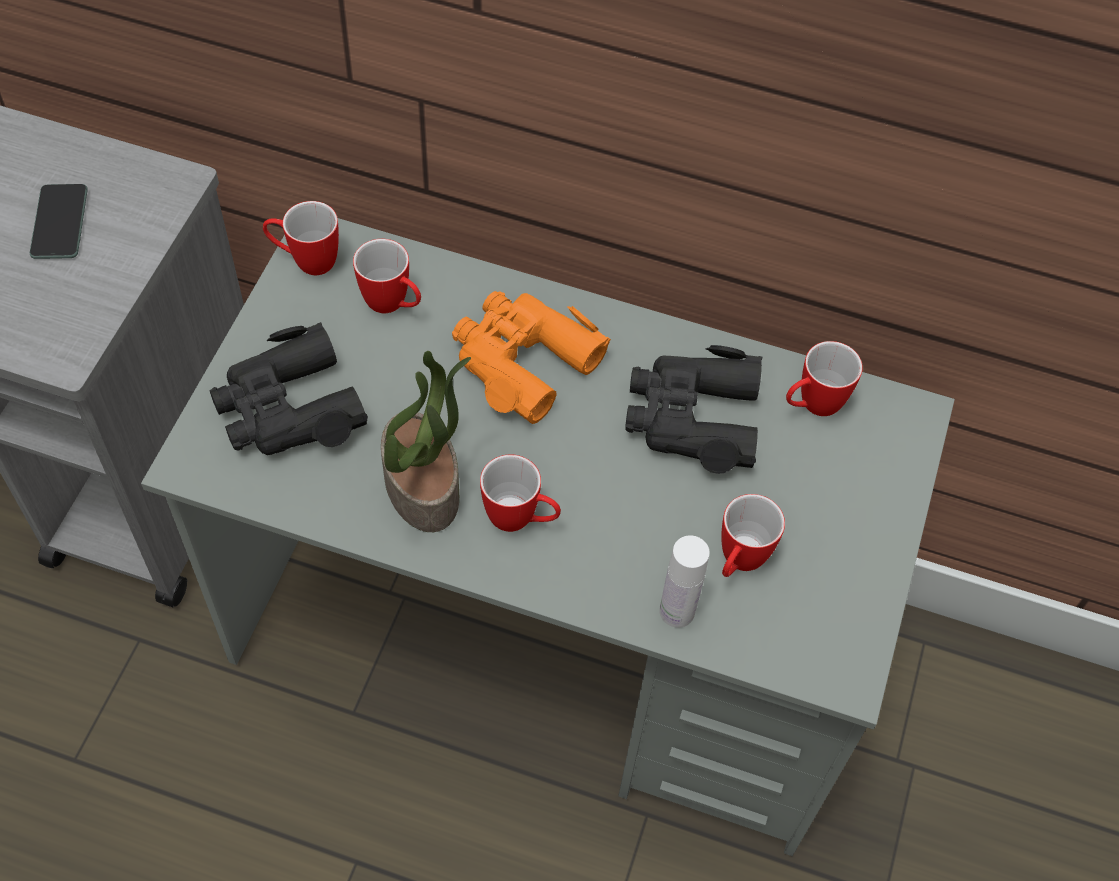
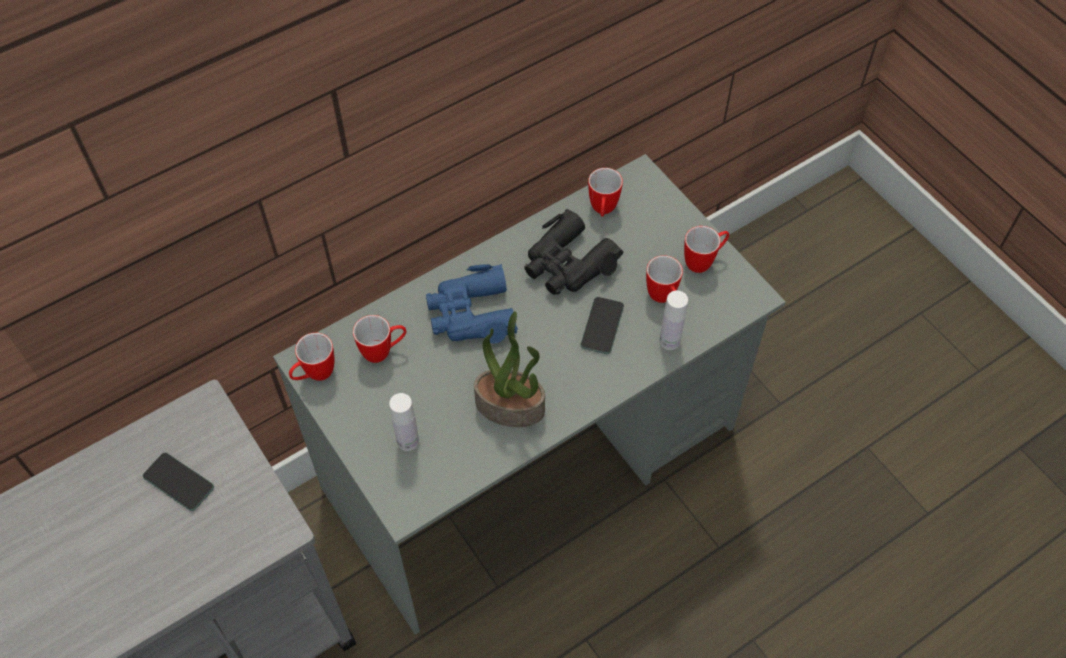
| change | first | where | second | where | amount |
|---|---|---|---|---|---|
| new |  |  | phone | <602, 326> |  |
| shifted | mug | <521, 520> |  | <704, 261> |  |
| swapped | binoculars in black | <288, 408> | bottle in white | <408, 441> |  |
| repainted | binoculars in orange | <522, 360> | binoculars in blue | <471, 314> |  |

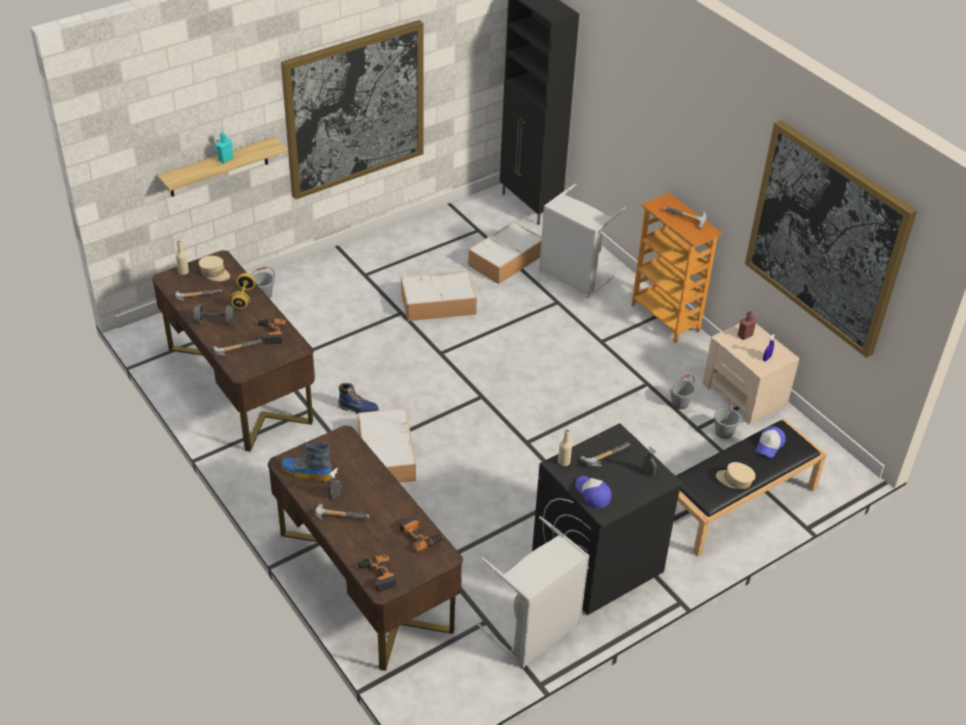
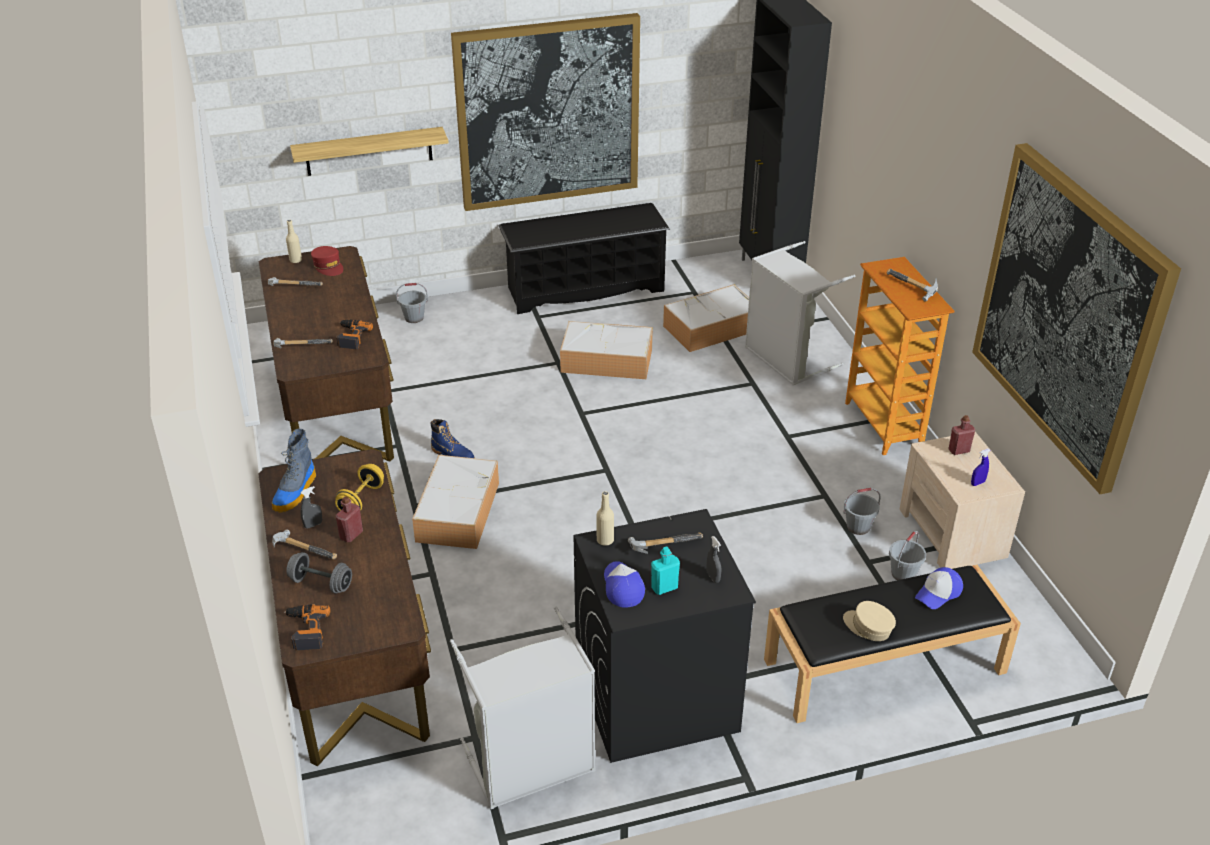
| change | first | where | second | where | amount |
|---|---|---|---|---|---|
| gone | power drill | <420, 536> |  |  |  |
| new |  |  | bottle in red | <351, 535> |  |
| new |  |  | shoe rack in black | <585, 289> |  |
| shifted | dumbbell in grey | <215, 321> |  | <321, 583> |  |
| shifted | bottle in turquoise | <225, 159> |  | <664, 587> |  |
| shifted | dumbbell in yellow | <243, 298> |  | <361, 499> |  |
| repainted | cap in beige | <214, 273> | cap in red | <328, 266> |  |
| rotated | boot | <306, 473> |  | <295, 492> | 105 degrees counterclockwise |

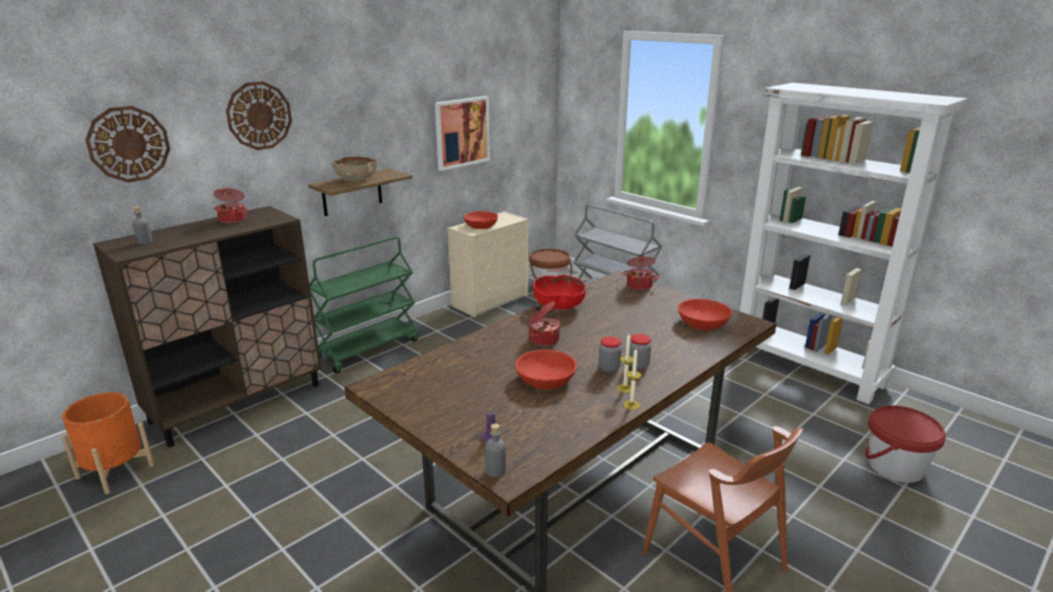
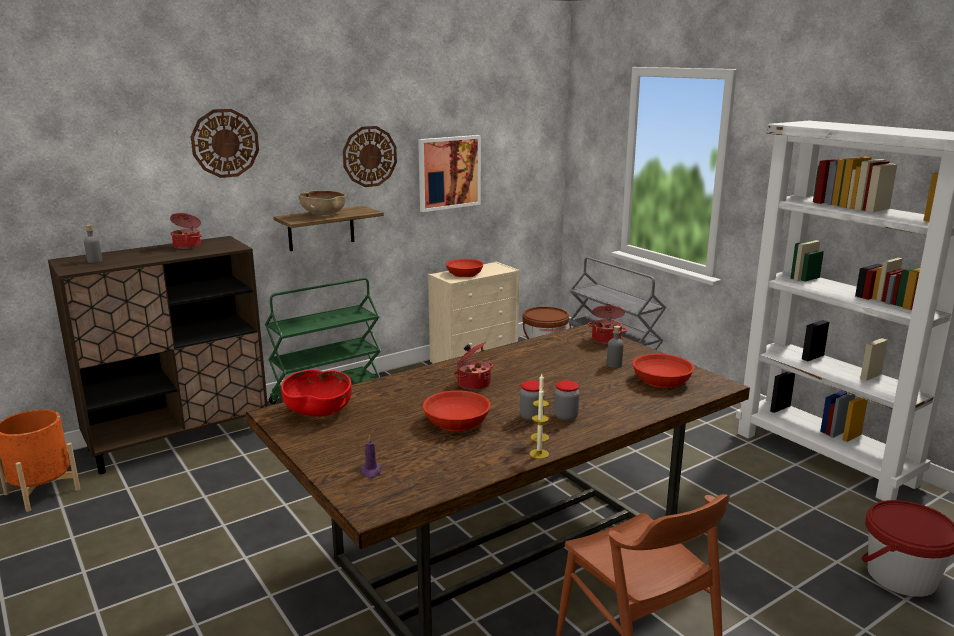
| change | first | where | second | where | amount |
|---|---|---|---|---|---|
| shifted | wall clock | <128, 144> |  | <369, 156> |  |
| shifted | bottle in grey | <496, 471> |  | <614, 364> |  |
| shifted | bowl in red | <559, 306> |  | <318, 411> |  |

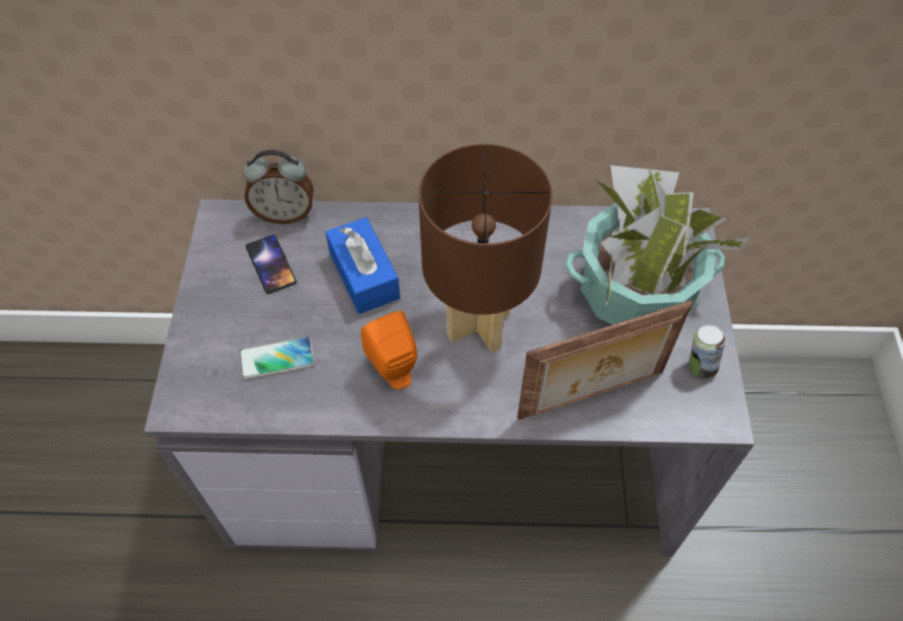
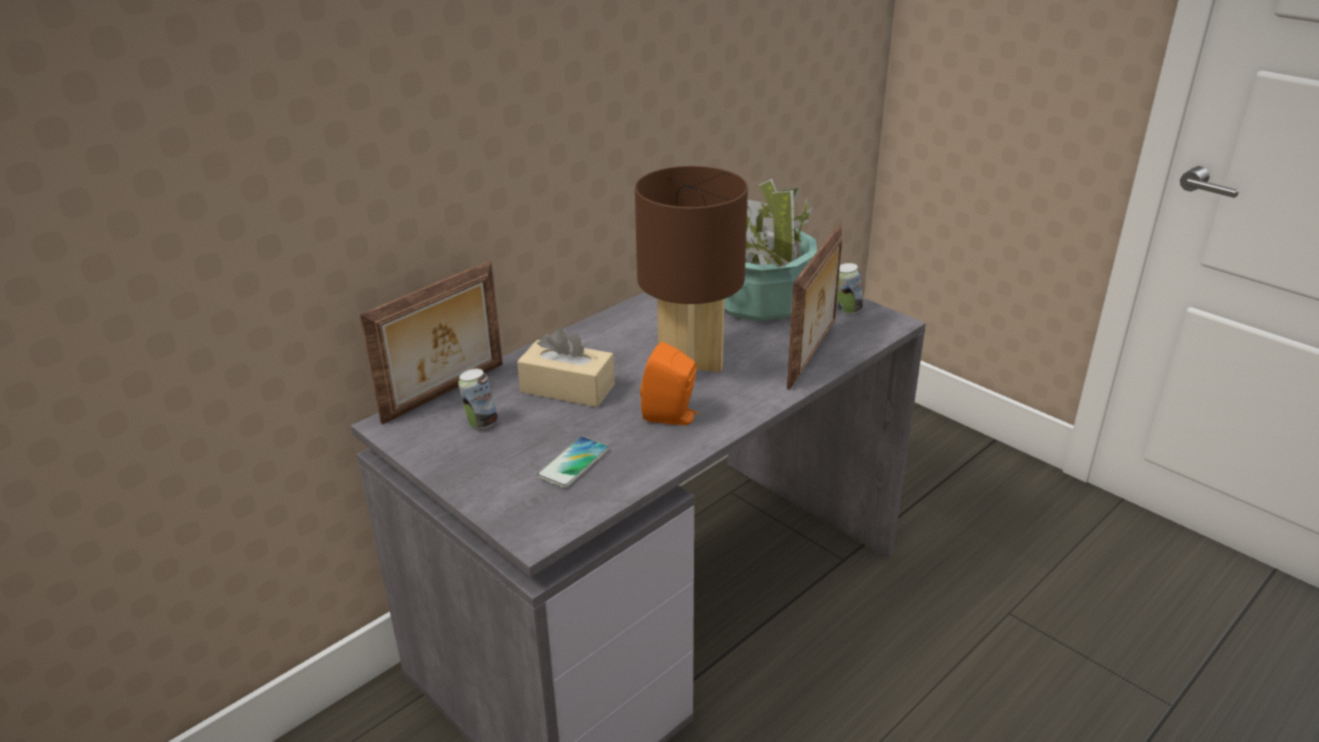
| change | first | where | second | where | amount |
|---|---|---|---|---|---|
| swapped | alarm clock | <285, 214> | picture frame | <446, 393> |  |
| swapped | phone | <271, 264> | can | <481, 423> |  |
| repainted | tissue box in blue | <364, 275> | tissue box in beige | <567, 388> |  |

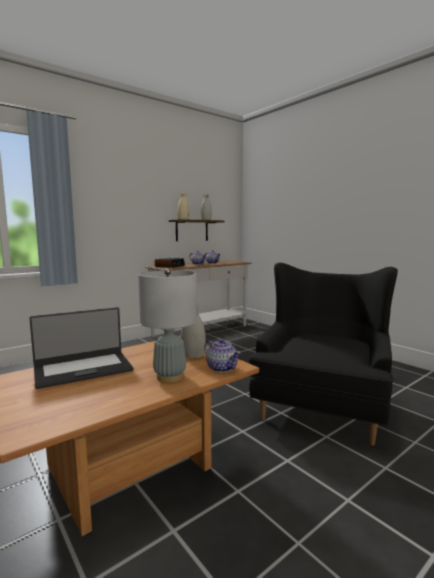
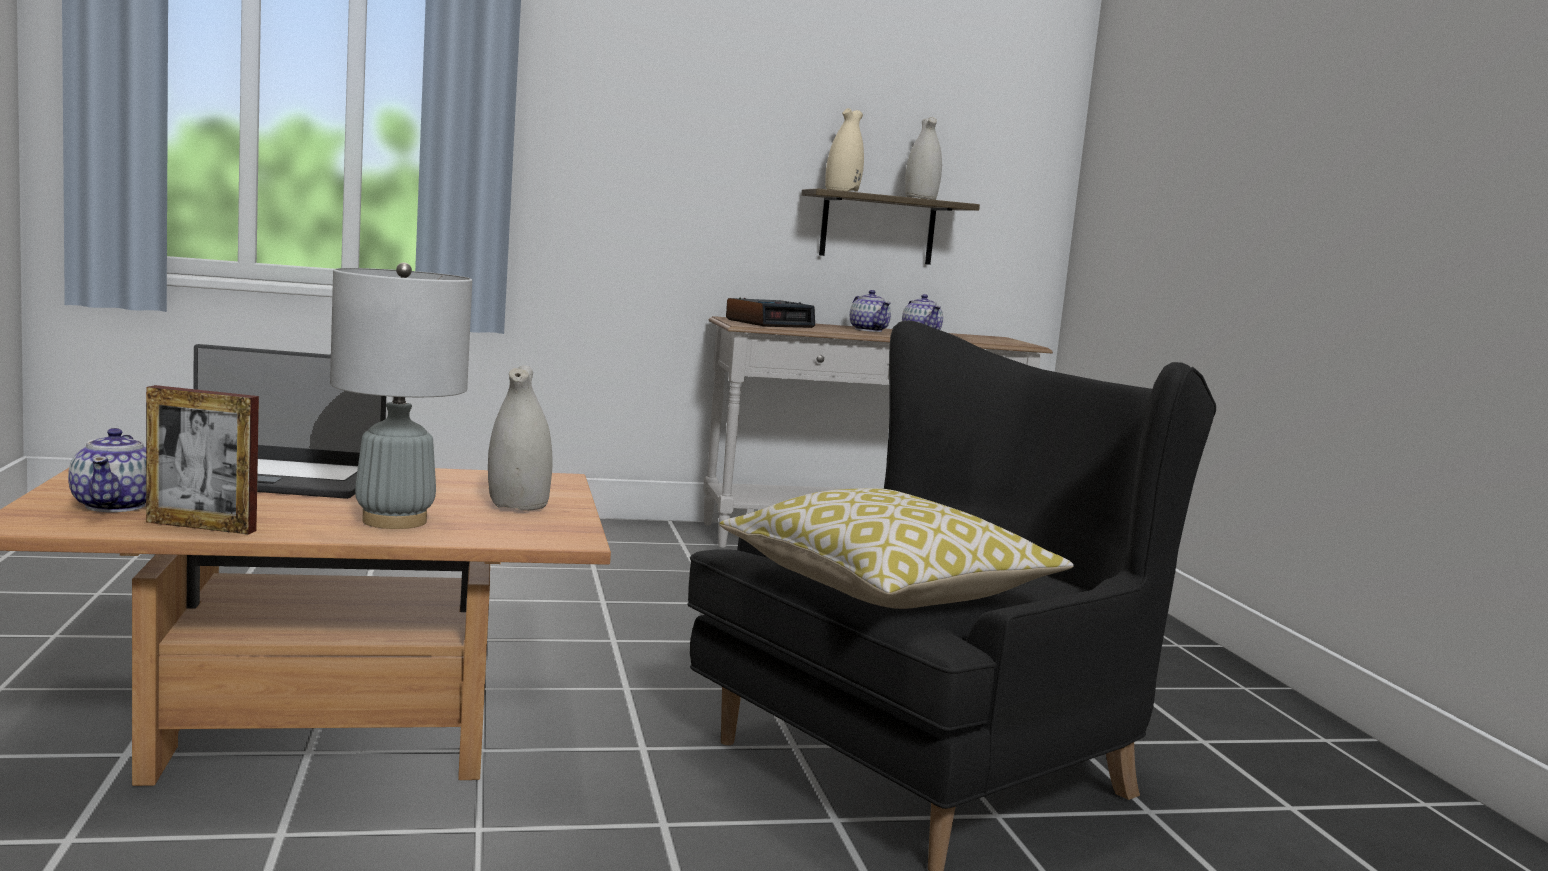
| change | first | where | second | where | amount |
|---|---|---|---|---|---|
| new |  |  | picture frame | <201, 526> |  |
| new |  |  | pillow | <888, 590> |  |
| shifted | teapot | <221, 368> |  | <116, 505> |  |

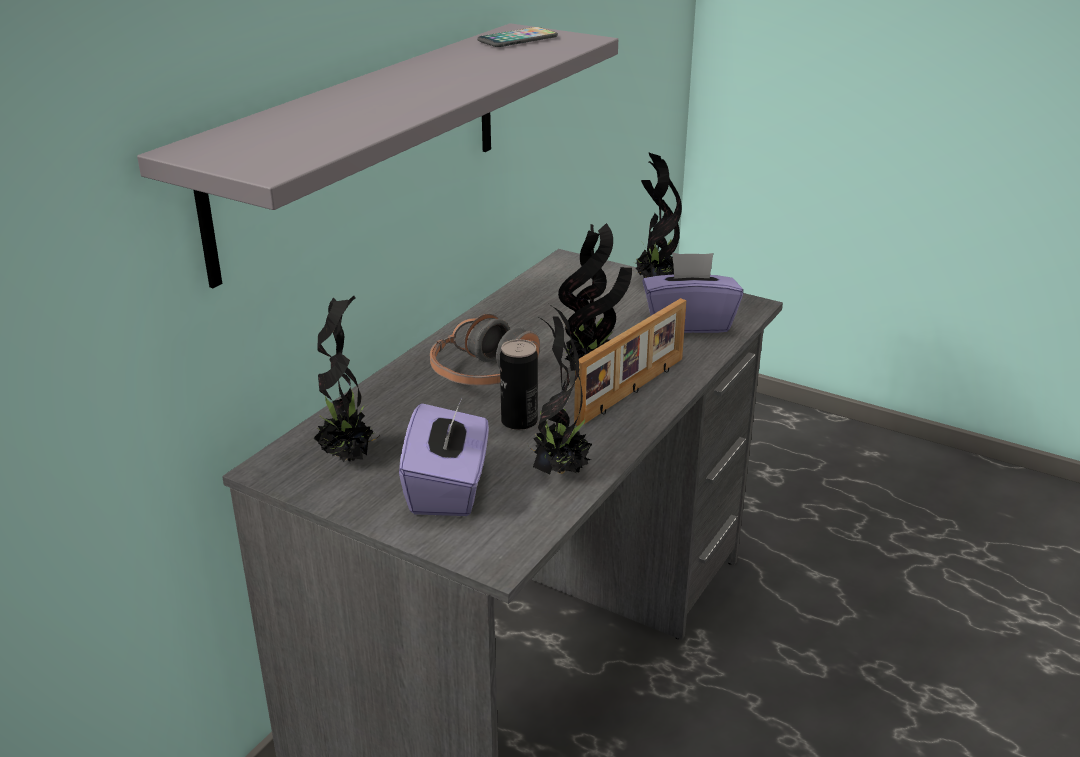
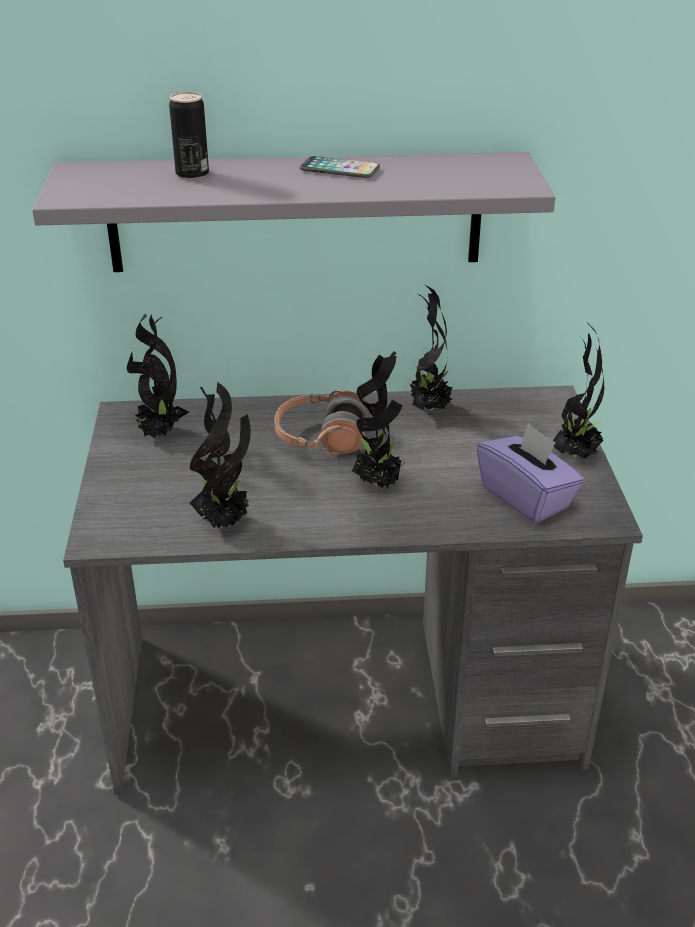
| change | first | where | second | where | amount |
|---|---|---|---|---|---|
| gone | tissue box in purple | <448, 488> |  |  |  |
| gone | picture frame | <633, 391> |  |  |  |
| new |  |  | potted plant | <428, 408> |  |
| shifted | phone | <517, 39> |  | <339, 169> |  |
| shifted | can | <519, 421> |  | <192, 174> |  |

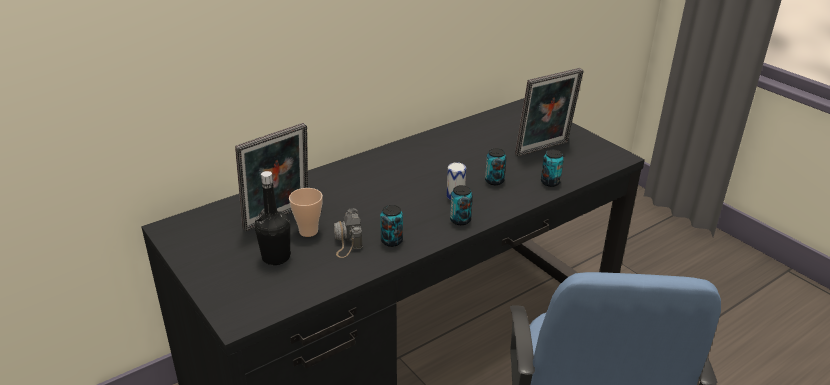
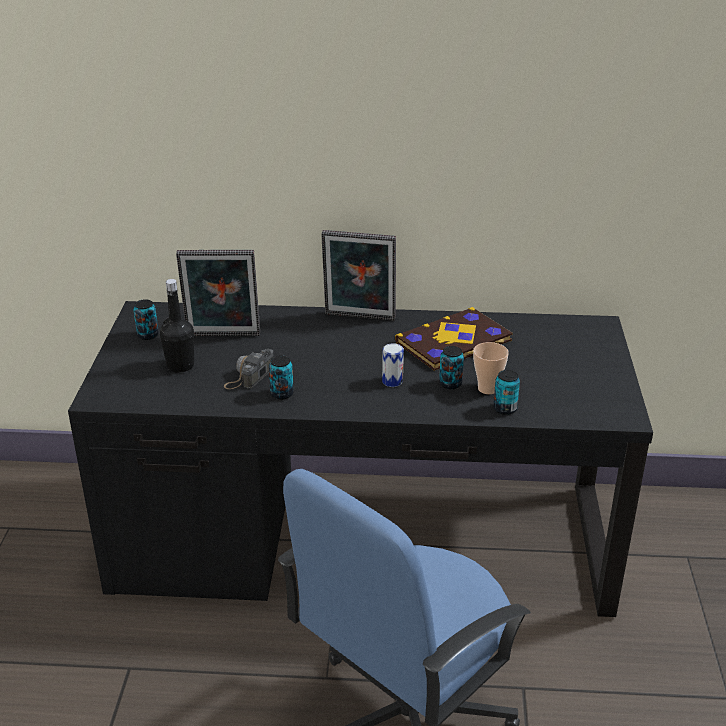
| change | first | where | second | where | amount |
|---|---|---|---|---|---|
| new |  |  | book | <454, 342> |  |
| shifted | cup | <308, 231> |  | <487, 389> |  |
| shifted | can | <460, 220> |  | <148, 335> |  |
| shifted | picture frame | <544, 150> |  | <359, 318> |  |

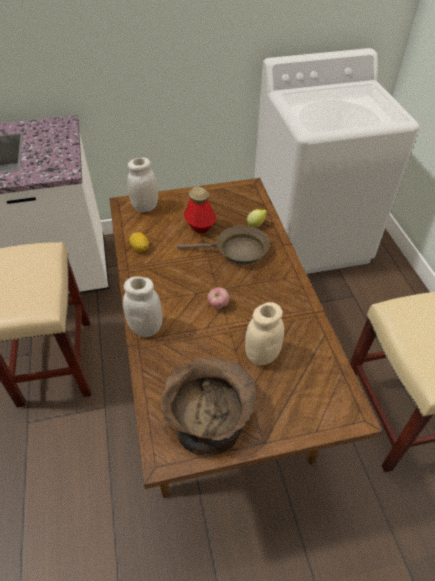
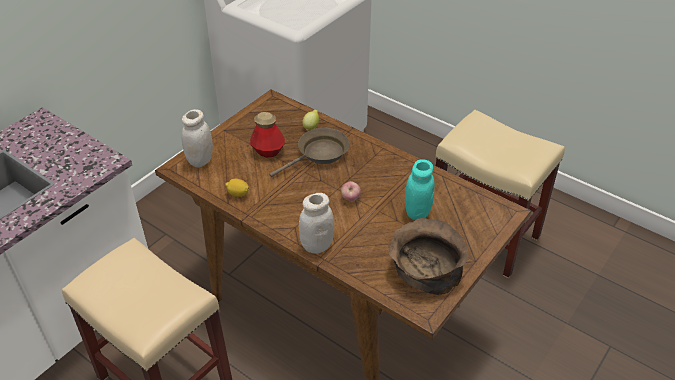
| change | first | where | second | where | amount |
|---|---|---|---|---|---|
| repainted | jar in beige | <262, 355> | jar in turquoise | <417, 212> |  |

